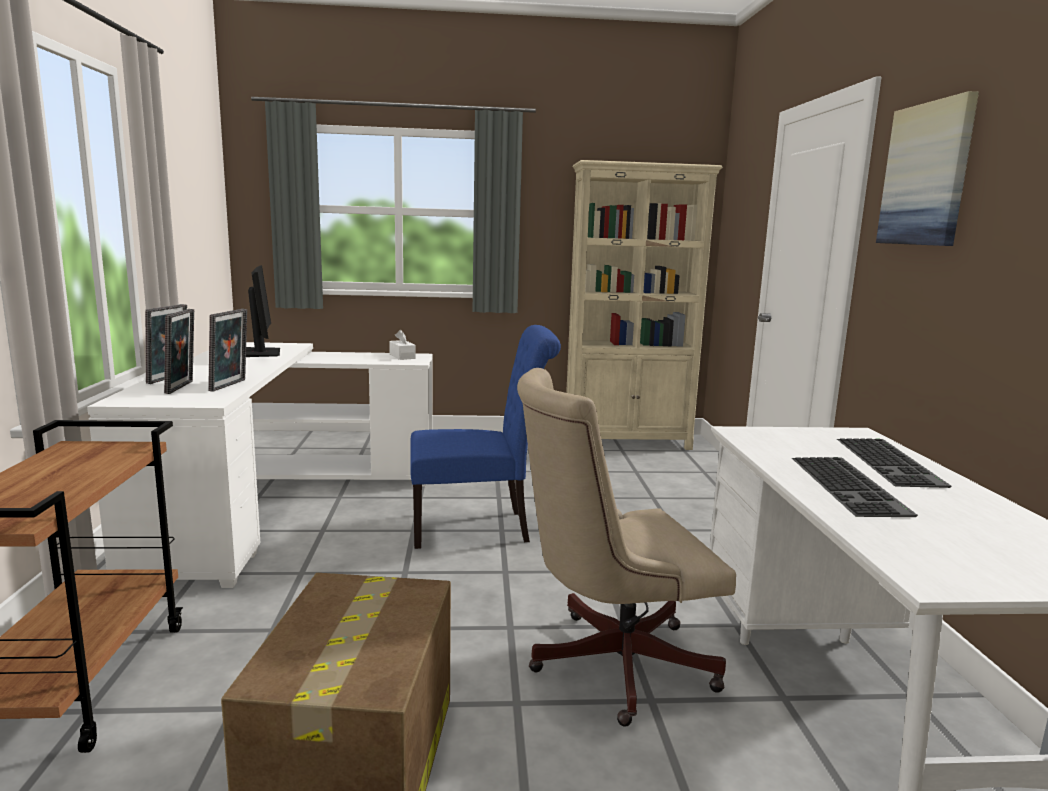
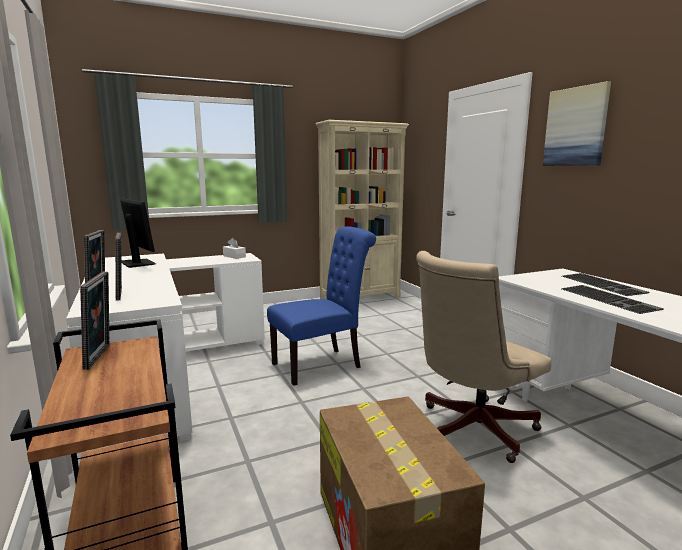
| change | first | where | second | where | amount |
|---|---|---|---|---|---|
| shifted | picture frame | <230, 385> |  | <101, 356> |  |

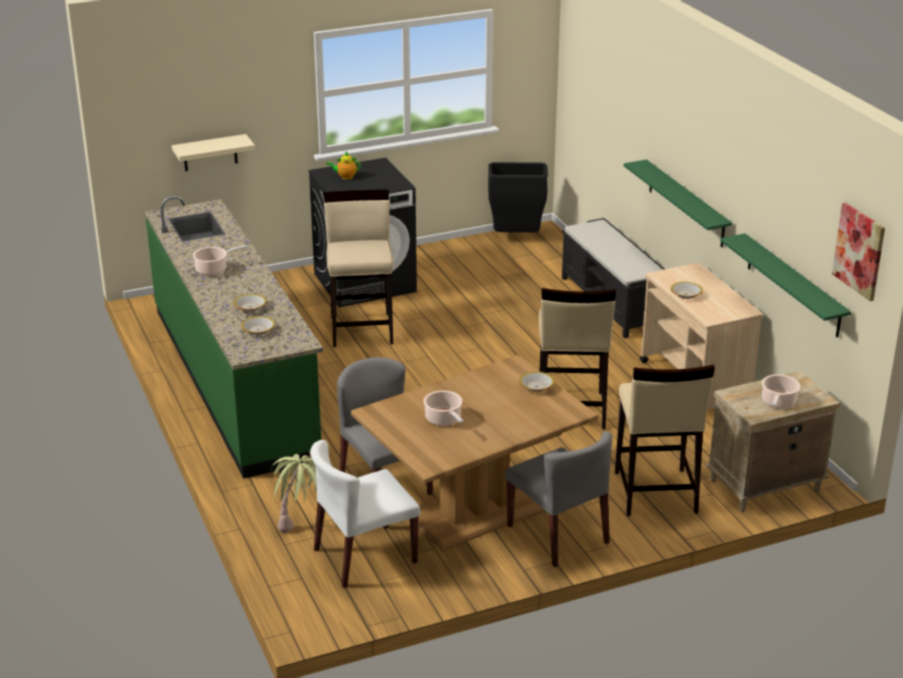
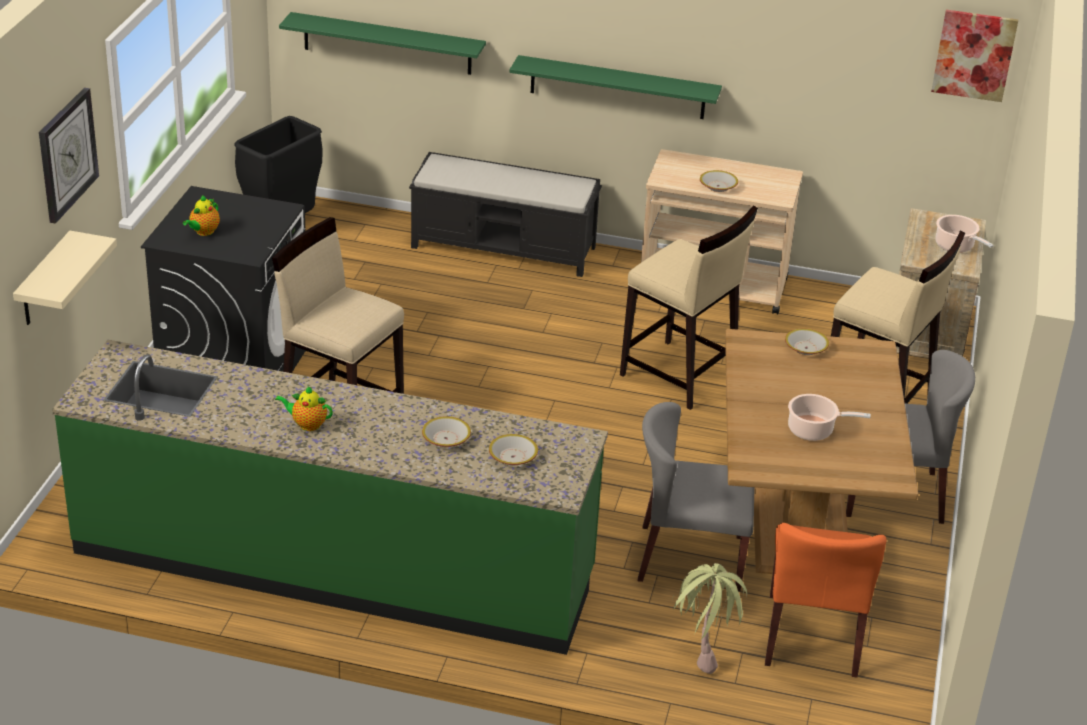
| change | first | where | second | where | amount |
|---|---|---|---|---|---|
| new |  |  | wall clock | <67, 154> |  |
| shifted | shelf in green | <793, 286> |  | <387, 43> |  |
| swapped | cooking pot | <213, 269> | teapot | <307, 424> |  |
| repainted | chair in white | <364, 556> | chair in orange | <812, 635> |  |

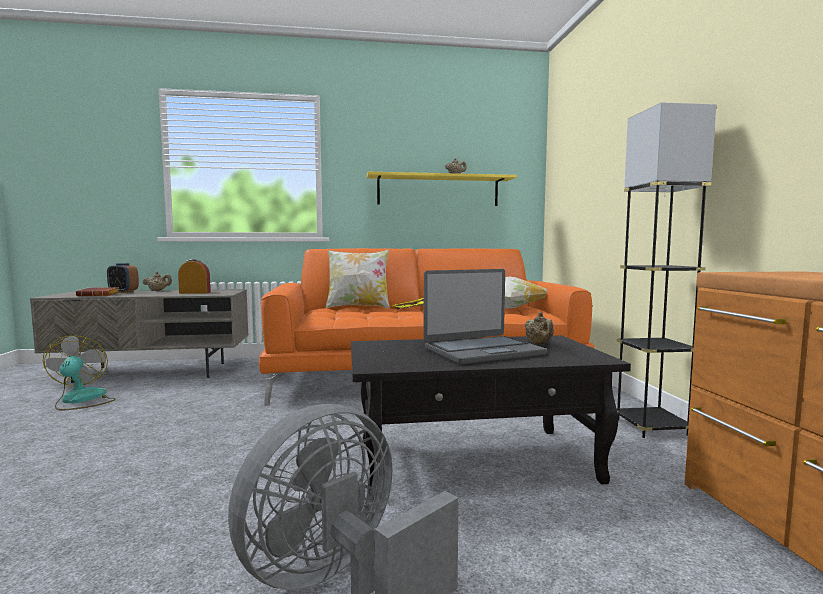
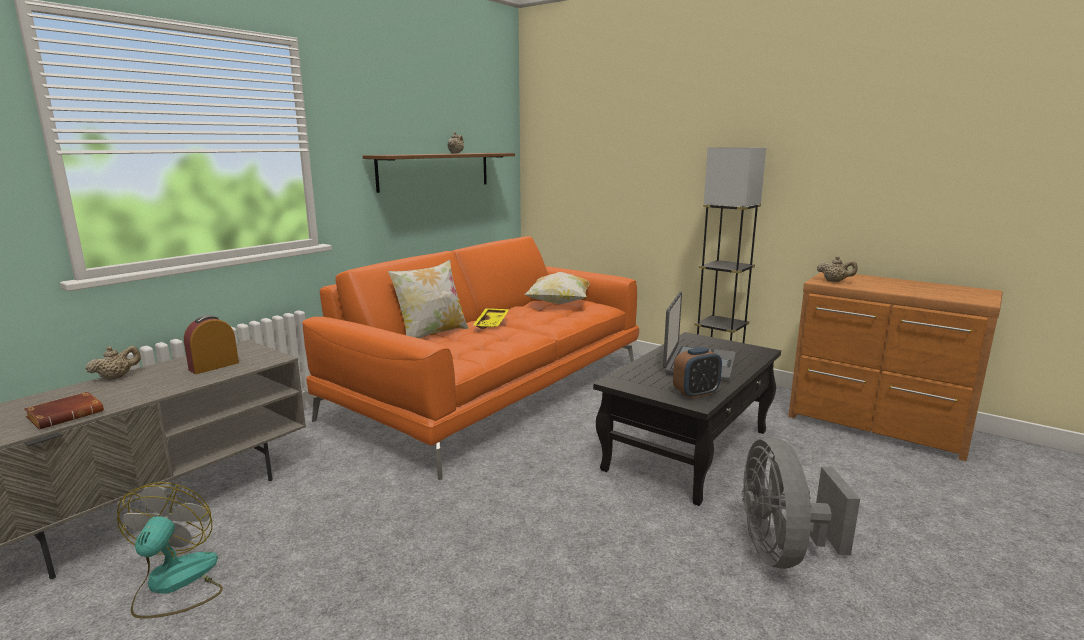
| change | first | where | second | where | amount |
|---|---|---|---|---|---|
| shifted | alarm clock | <123, 292> |  | <696, 393> |  |
| shifted | teapot in beige | <539, 344> |  | <835, 281> |  |
| repainted | shelf in yellow | <438, 191> | shelf in brown | <435, 171> |  |
| rotated | fan | <81, 400> |  | <175, 584> | 60 degrees clockwise |

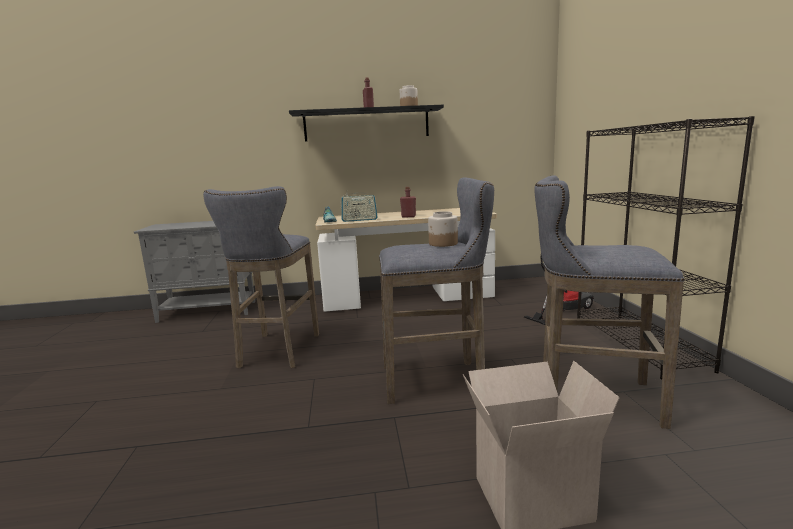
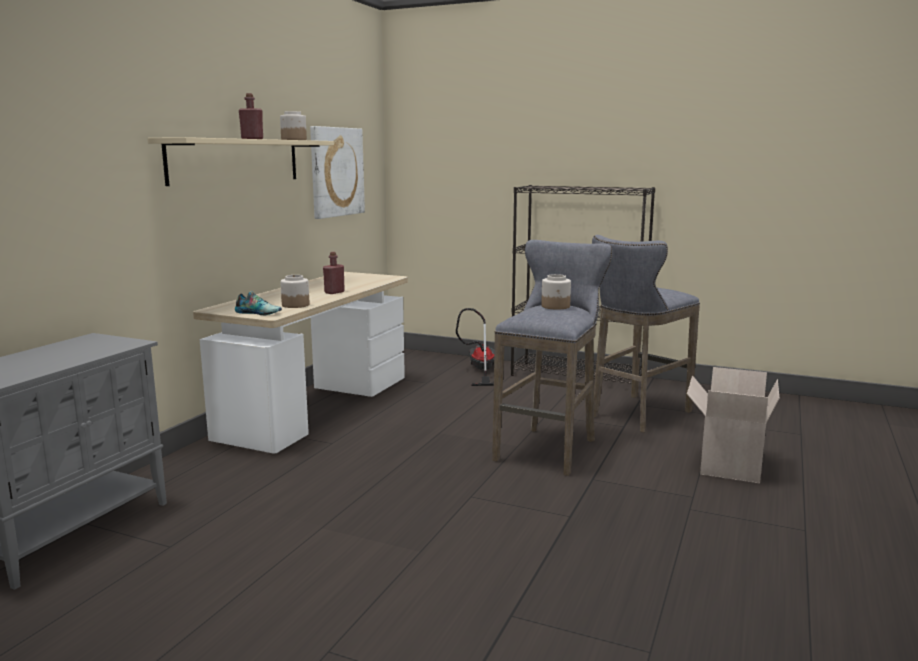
| change | first | where | second | where | amount |
|---|---|---|---|---|---|
| gone | stool in grey | <277, 352> |  |  |  |
| new |  |  | picture | <336, 172> |  |
| swapped | radio | <359, 220> | jar | <295, 305> |  |
| repainted | shelf in black | <366, 124> | shelf in beige | <236, 161> |  |

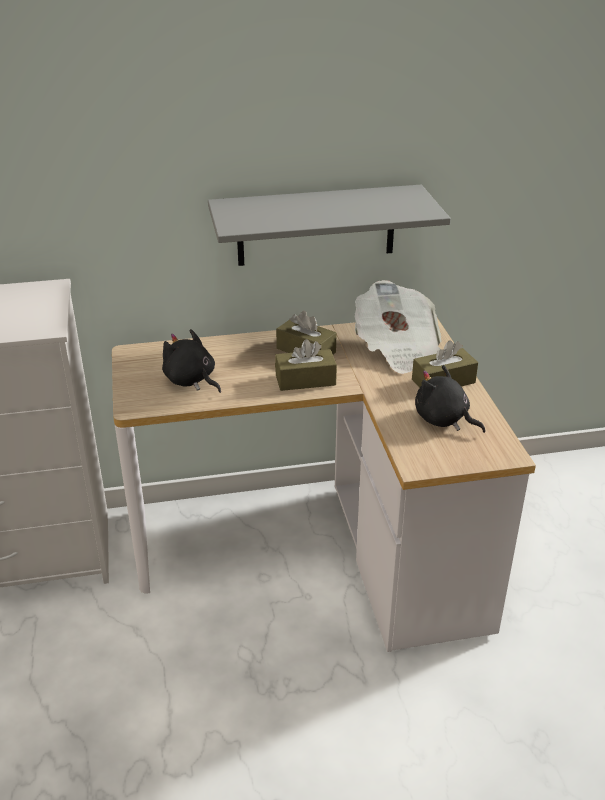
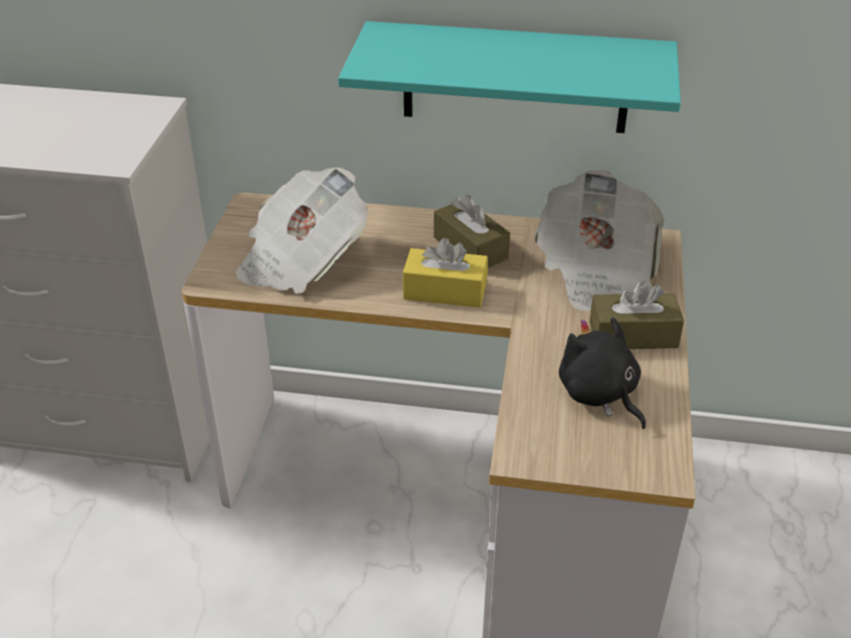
| change | first | where | second | where | amount |
|---|---|---|---|---|---|
| swapped | plush toy in black | <191, 380> | newspaper | <301, 260> |  |
| repainted | shelf in grey | <316, 225> | shelf in turquoise | <515, 78> |  |
| repainted | tissue box in brown | <305, 380> | tissue box in yellow | <445, 291> |  |

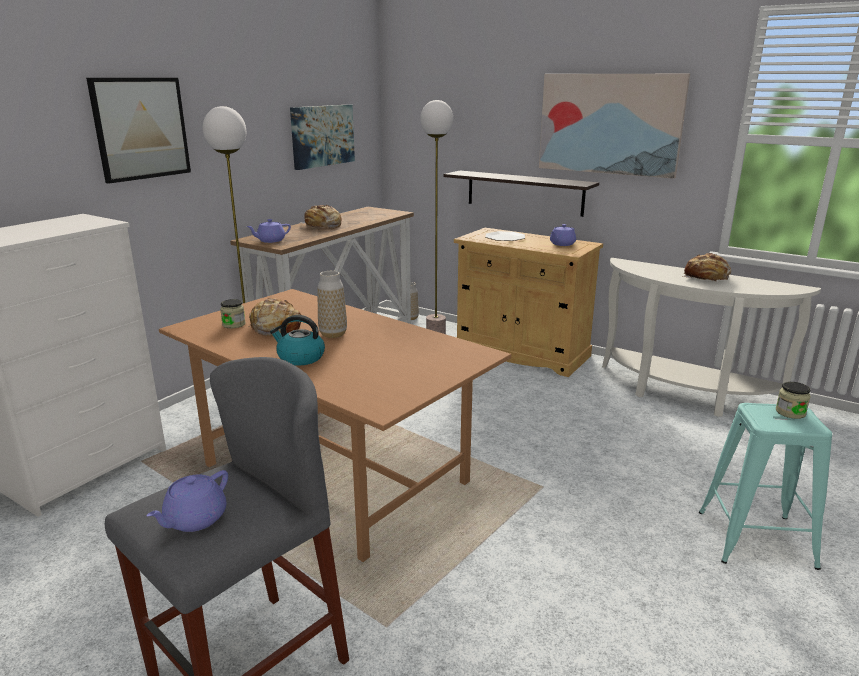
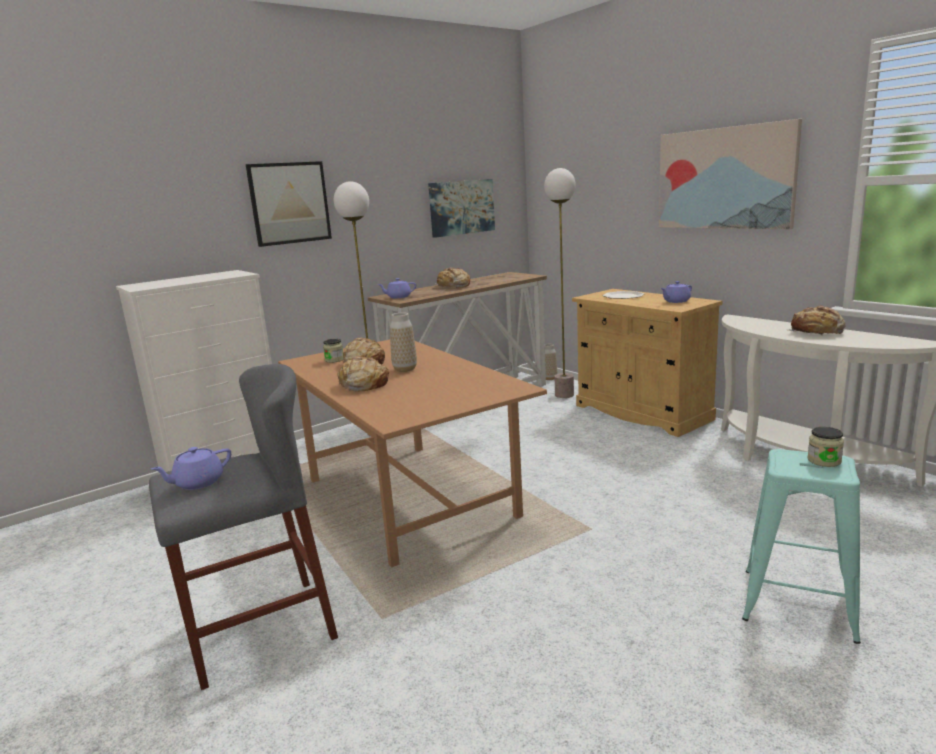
| change | first | where | second | where | amount |
|---|---|---|---|---|---|
| gone | shelf | <524, 193> |  |  |  |
| swapped | kettle | <300, 358> | bread | <363, 384> |  |

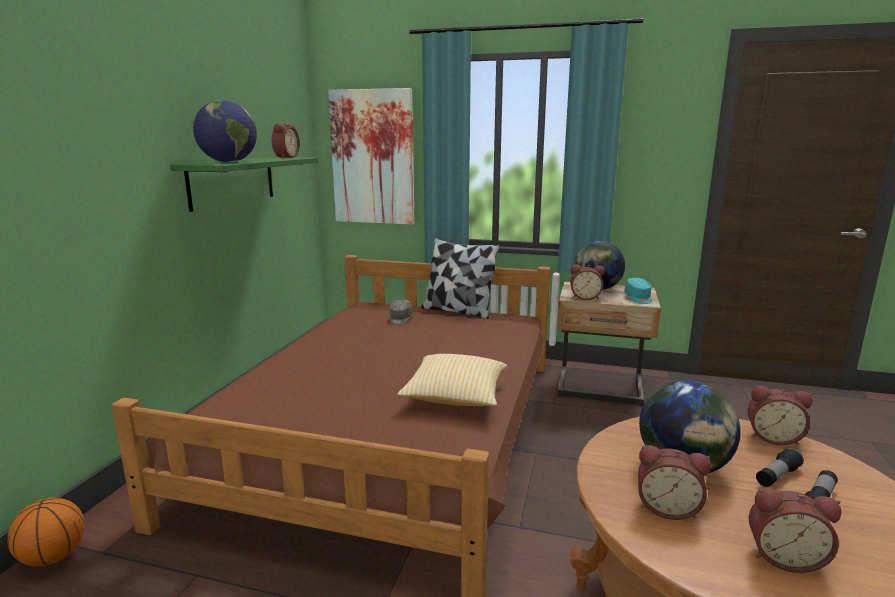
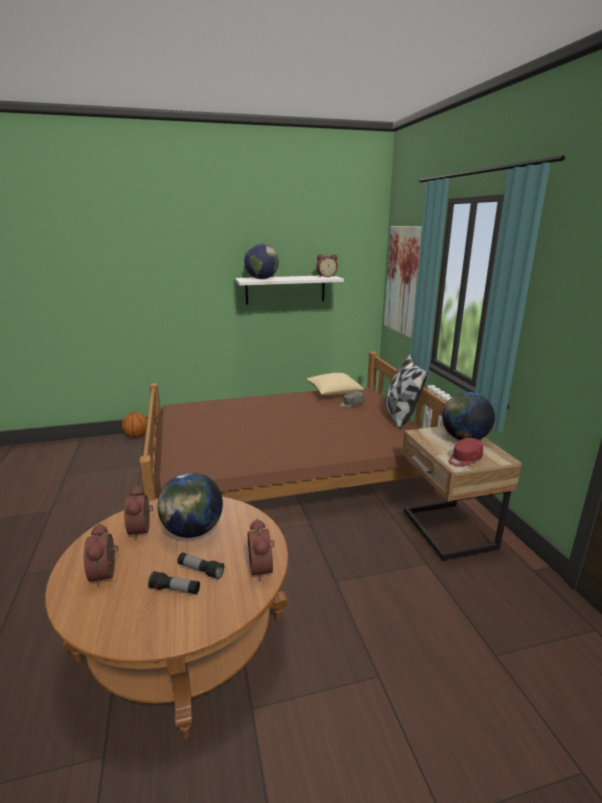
| change | first | where | second | where | amount |
|---|---|---|---|---|---|
| gone | alarm clock | <585, 297> |  |  |  |
| shifted | pillow | <455, 397> |  | <333, 393> |  |
| repainted | shelf in green | <232, 182> | shelf in white | <285, 289> |  |
| repainted | cap in turquoise | <638, 298> | cap in red | <464, 459> |  |

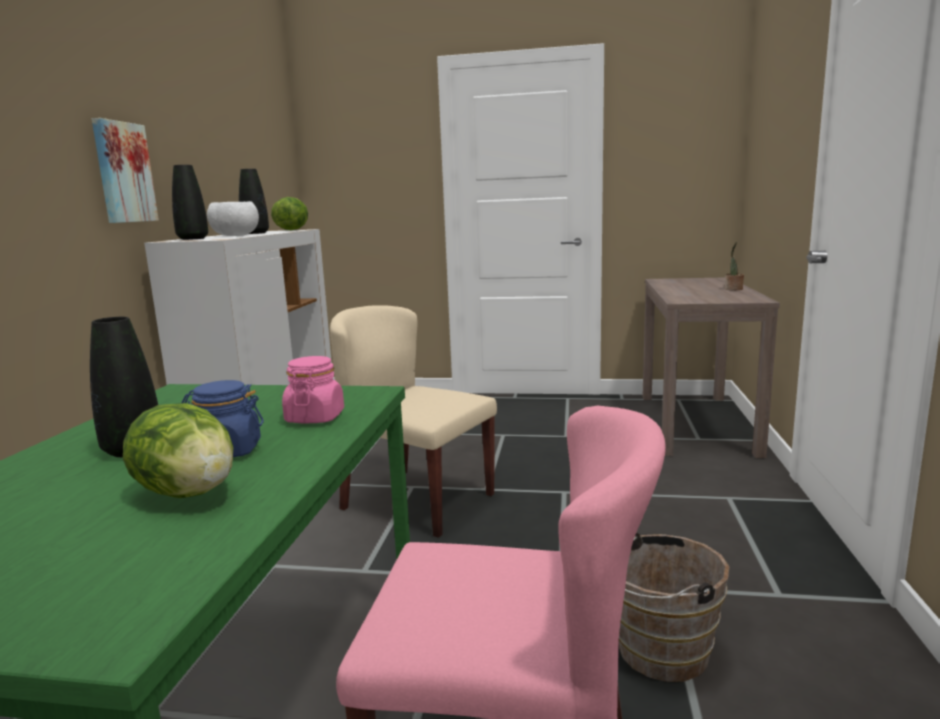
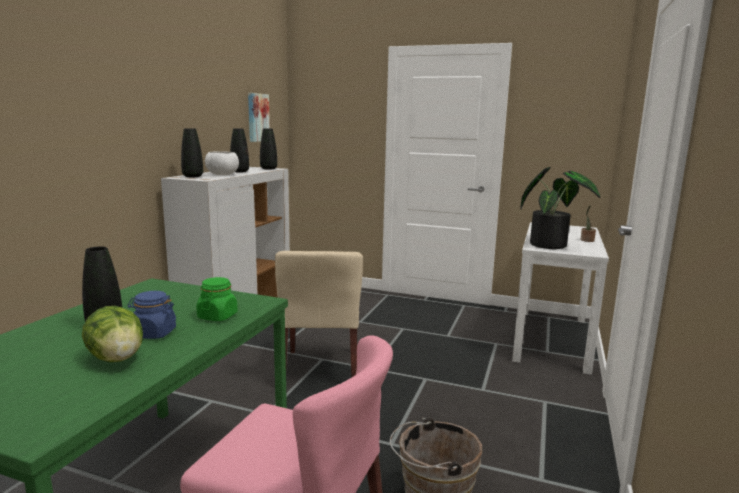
| change | first | where | second | where | amount |
|---|---|---|---|---|---|
| new |  |  | potted plant | <551, 245> |  |
| shifted | picture | <122, 173> |  | <257, 117> |  |
| swapped | lettuce | <292, 230> | vase in black | <268, 169> |  |
| repainted | jar in pink | <315, 417> | jar in green | <217, 316> |  |
| repainted | console table in brown | <696, 423> | console table in white | <552, 339> |  |
| rotated | chair in beige | <417, 501> |  | <321, 370> | 135 degrees counterclockwise |

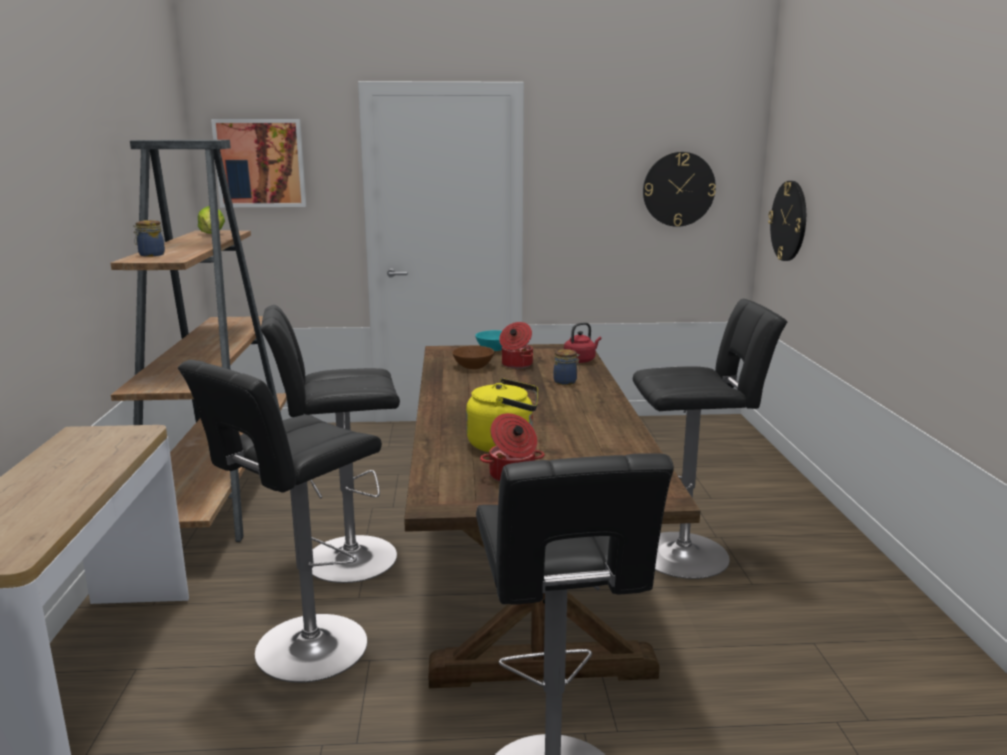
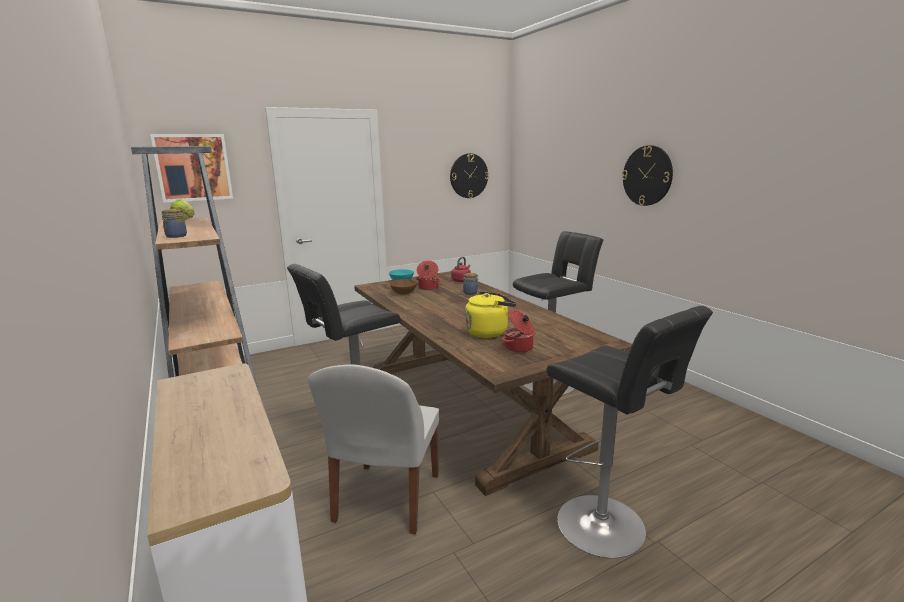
| change | first | where | second | where | amount |
|---|---|---|---|---|---|
| shifted | wall clock | <789, 221> |  | <647, 175> |  |
| swapped | stool in black | <305, 651> | chair in white | <386, 500> |  |

